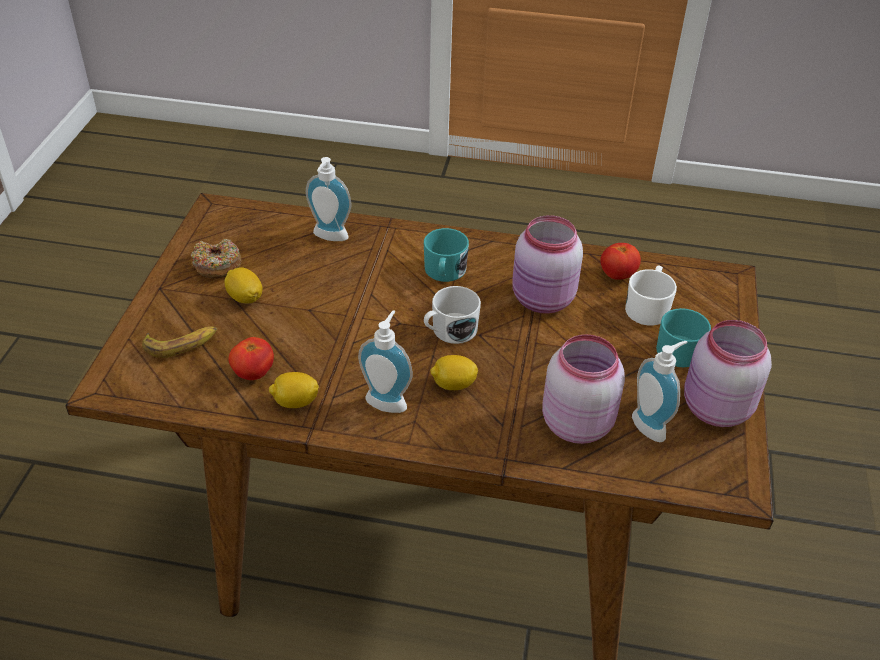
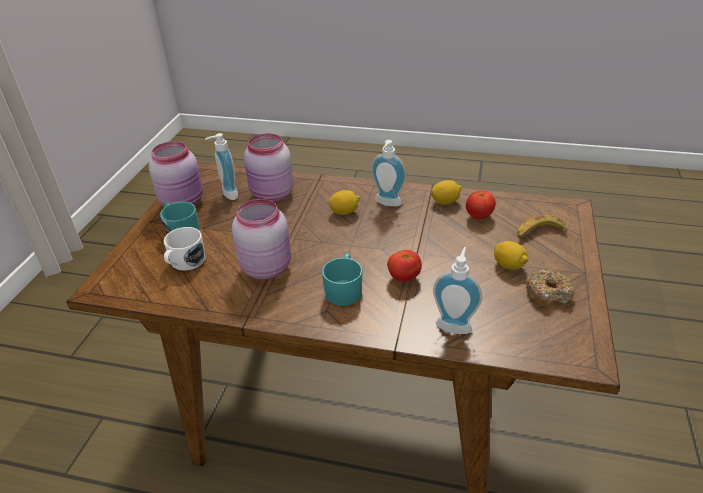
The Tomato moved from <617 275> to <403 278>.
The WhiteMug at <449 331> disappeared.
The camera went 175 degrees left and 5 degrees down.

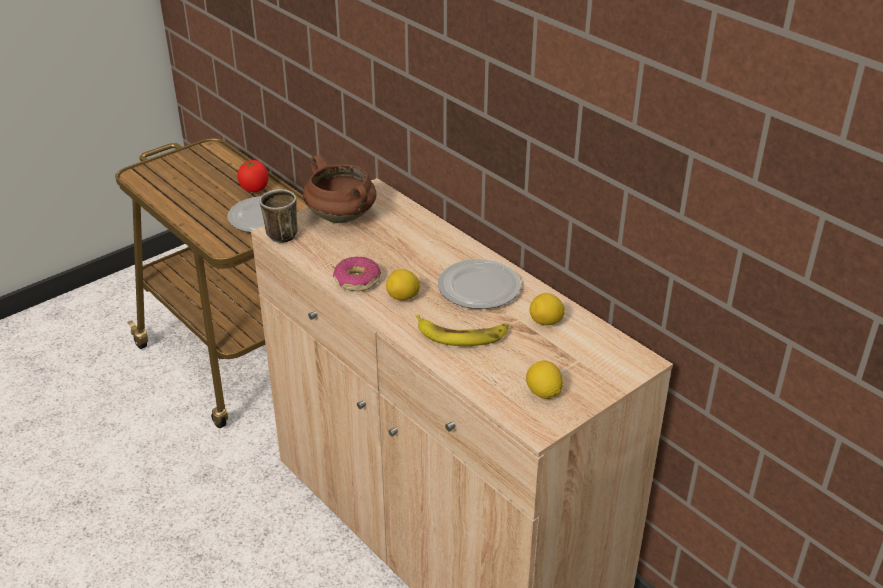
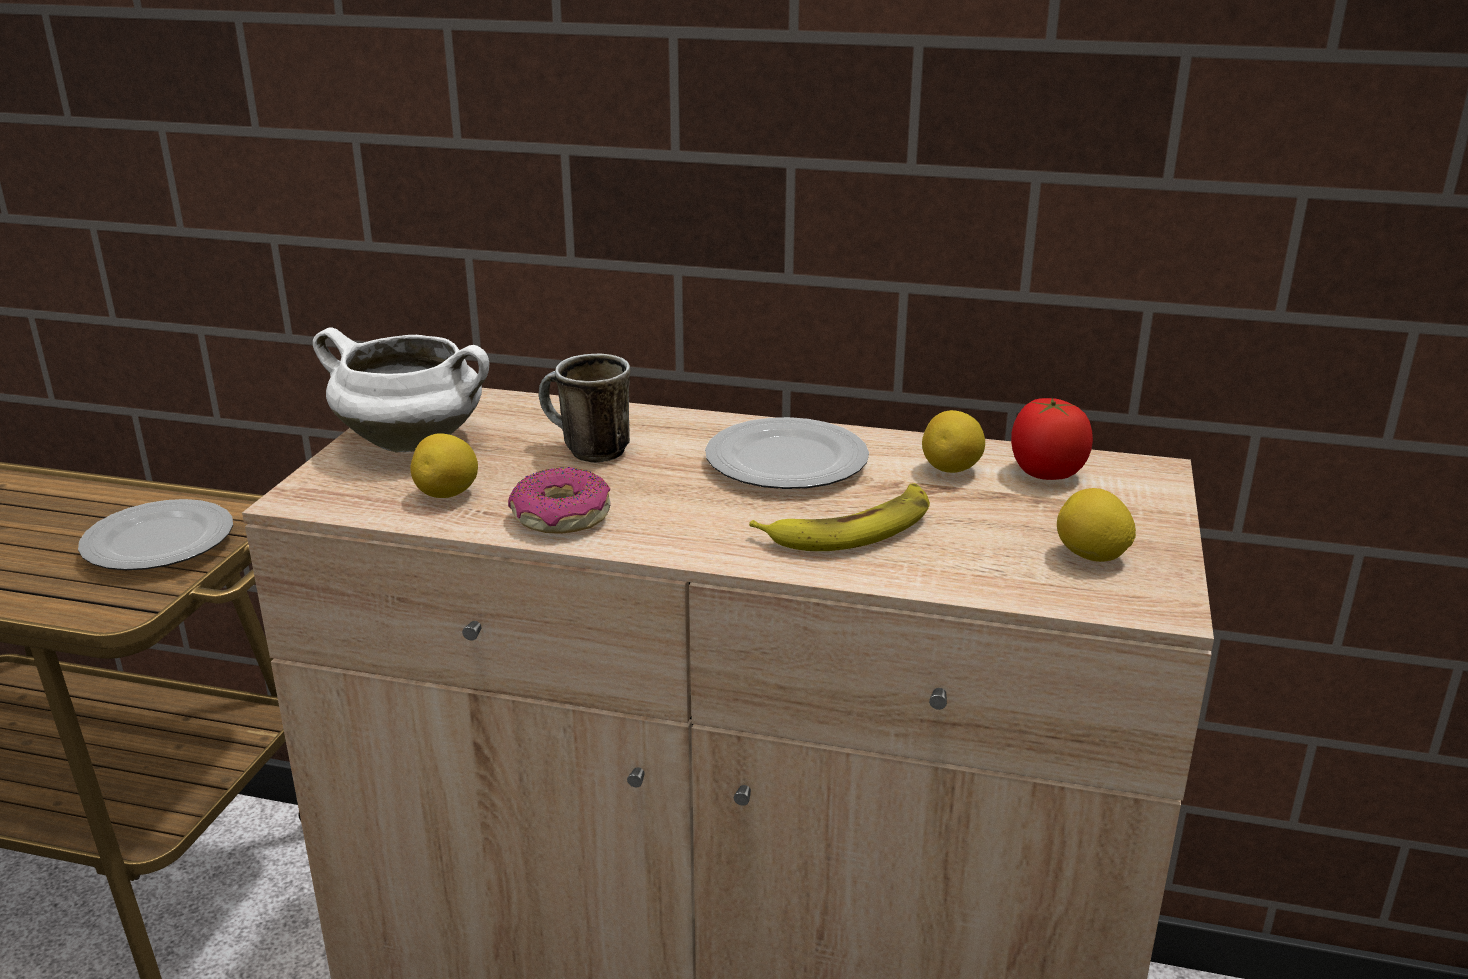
The BrownCookingPot at <343 217> became the WhiteCookingPot at <414 442>.
The Tomato moved from <254 189> to <1046 474>.
The Mug moved from <278 234> to <585 451>.
The Lemon moved from <403 297> to <448 495>.
The camera went 35 degrees left and 10 degrees down.

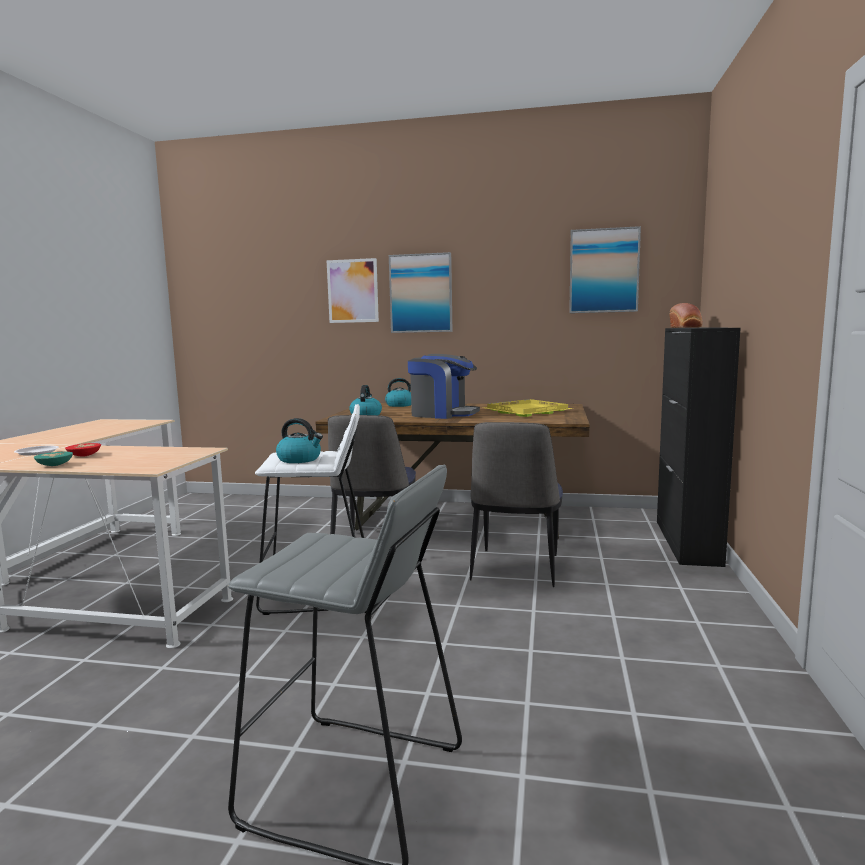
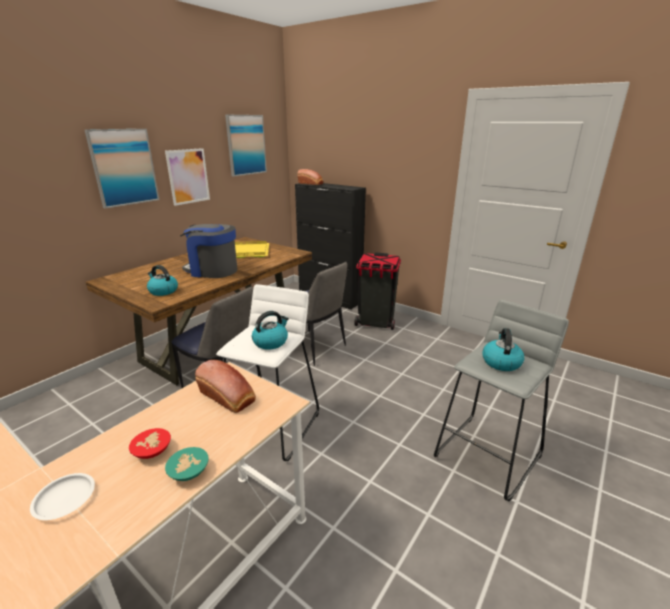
The Picture moved from <352 291> to <188 176>.
The CoffeeMachine at <442 414> turned 120 degrees counterclockwise.
The Kettle moved from <400 405> to <501 362>.
The BlackTrashCan at <376 323> appeared.
The Bread at <228 397> appeared.
The camera went 65 degrees left and 15 degrees up.

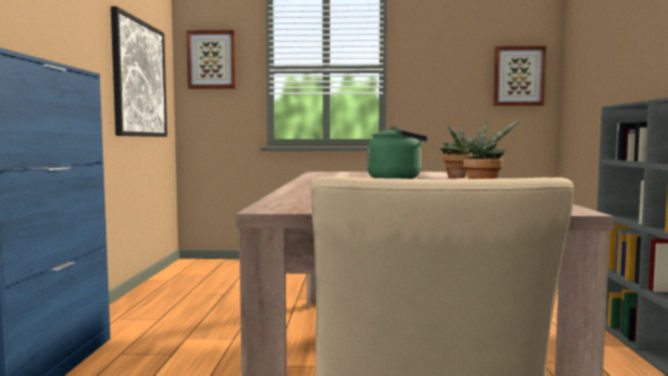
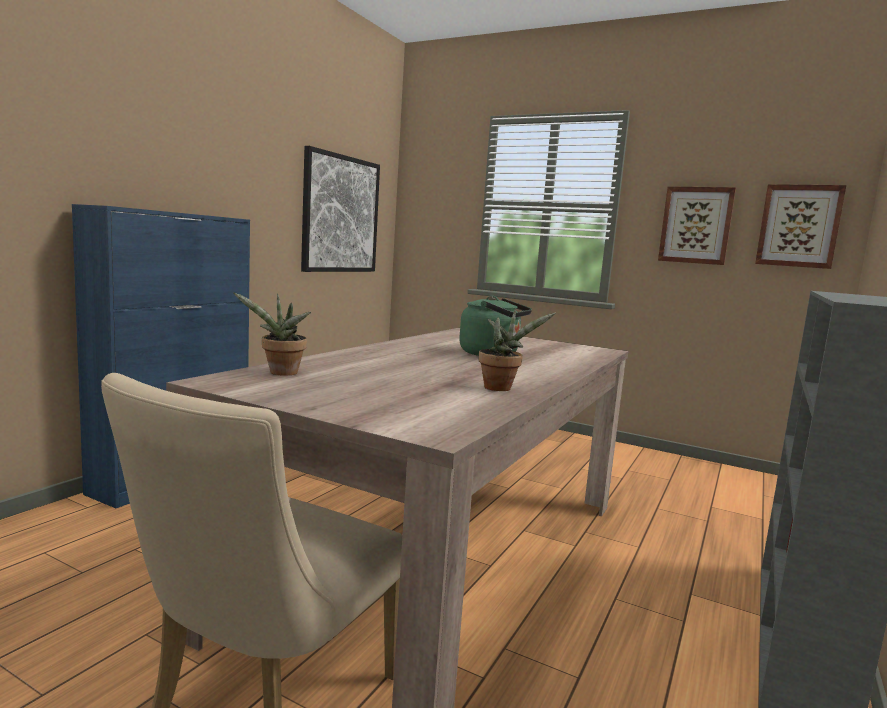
The Picture moved from <212 60> to <696 225>.
The PottedPlant moved from <457 177> to <280 373>.
The camera went 25 degrees right and 5 degrees up.

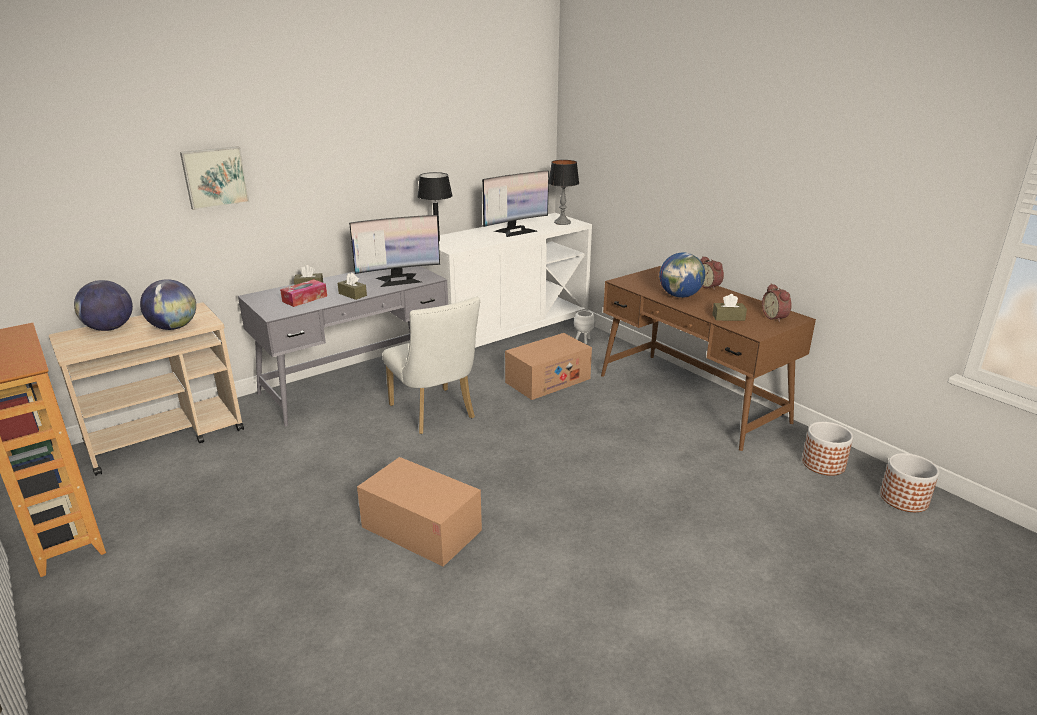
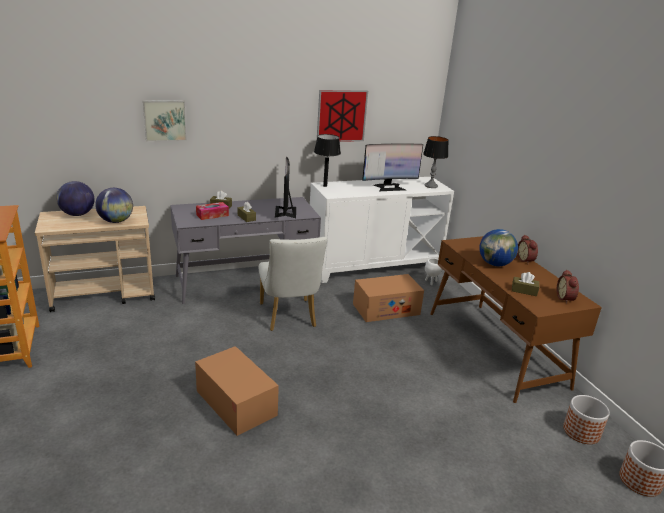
The Monitor at <398 280> turned 90 degrees clockwise.
The Picture at <341 116> appeared.
The camera went 15 degrees right and 0 degrees up.

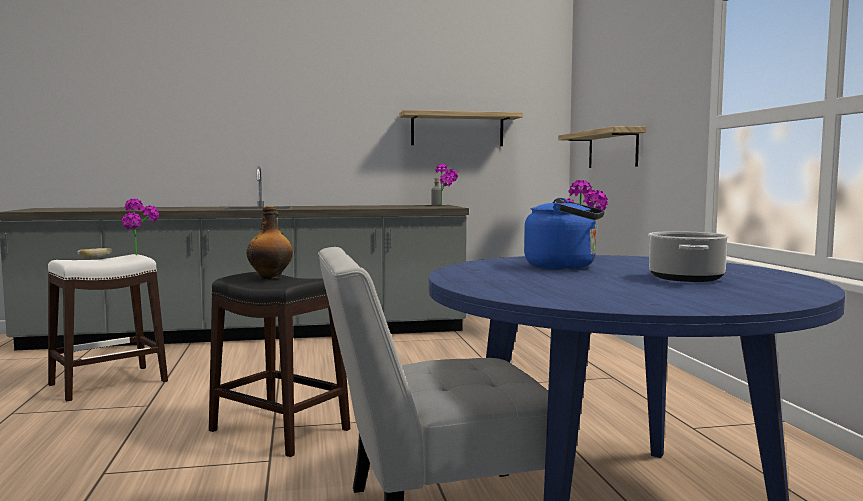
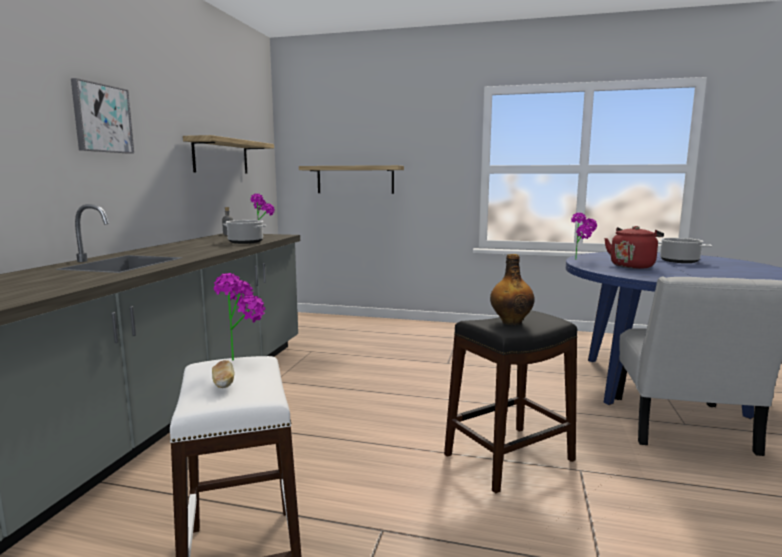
The BlueKettle at <565 267> became the RedKettle at <632 266>.
The Picture at <101 118> appeared.
The CookingPot at <245 242> appeared.
The camera went 65 degrees left and 5 degrees up.

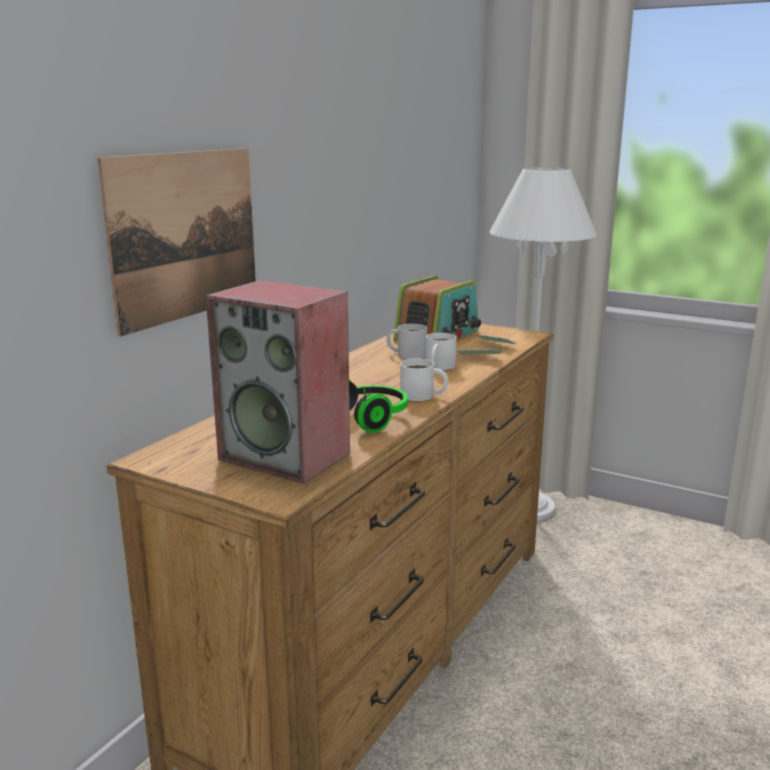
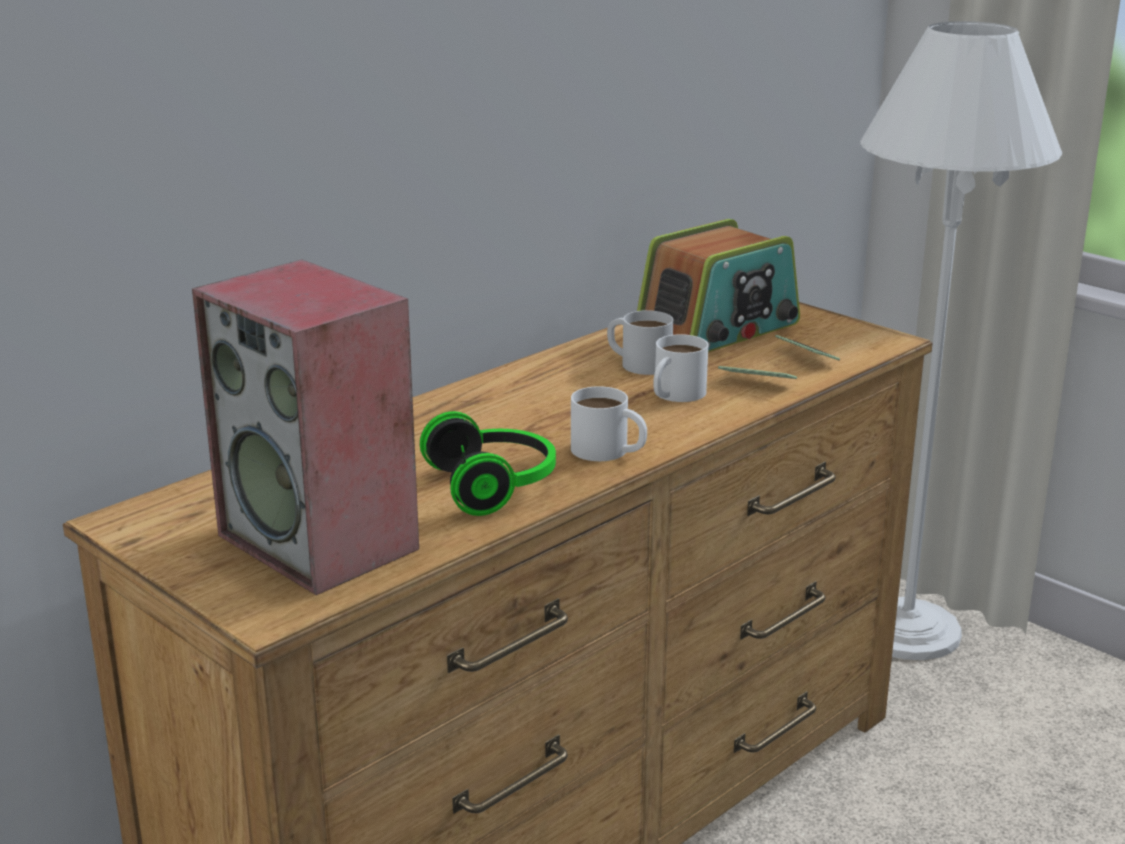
The Picture at <186 235> disappeared.
The camera went 15 degrees right and 5 degrees up.

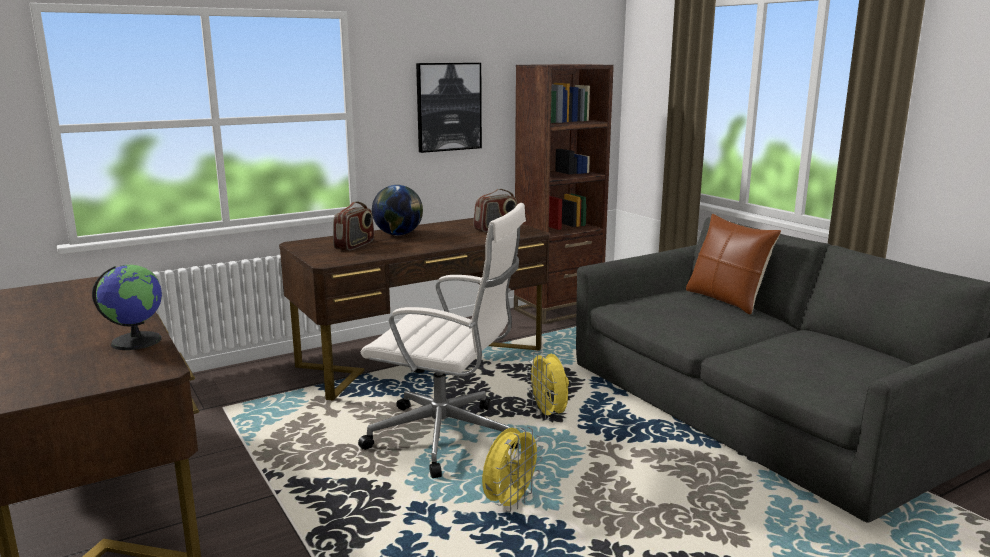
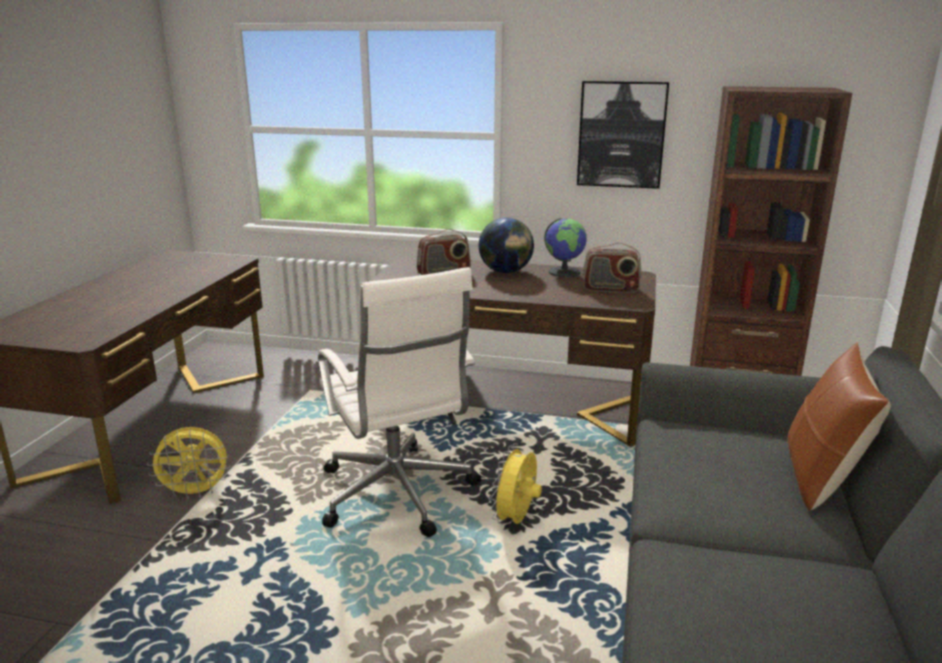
The Globe moved from <136 341> to <564 272>.
The YellowFan moved from <510 503> to <196 492>.
The camera went 45 degrees right and 5 degrees up.

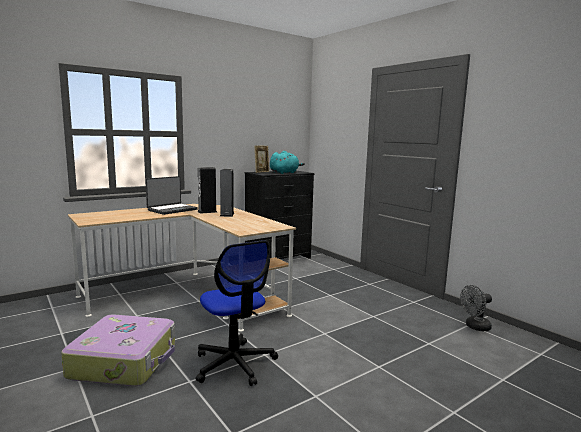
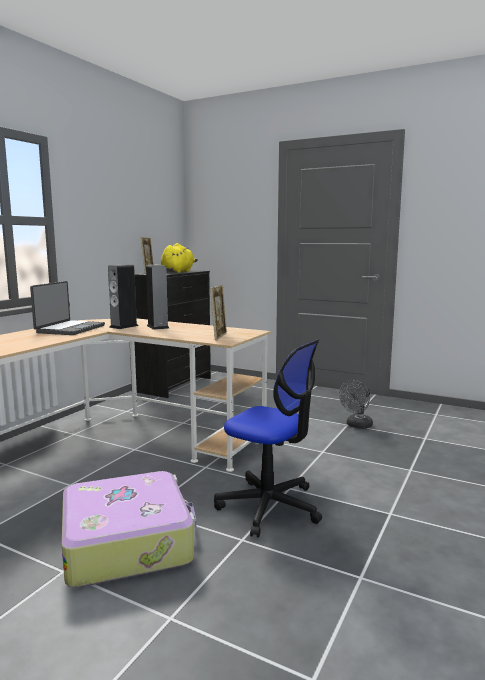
The TurquoisePlushToy at <285 173> became the YellowPlushToy at <178 272>.
The GreyFan moved from <475 327> to <357 426>.
The PictureFrame at <219 337> appeared.
The camera went 25 degrees left and 0 degrees up.

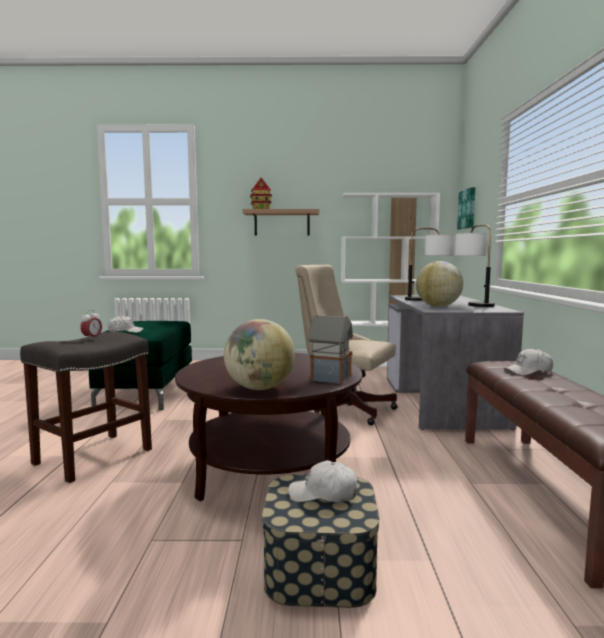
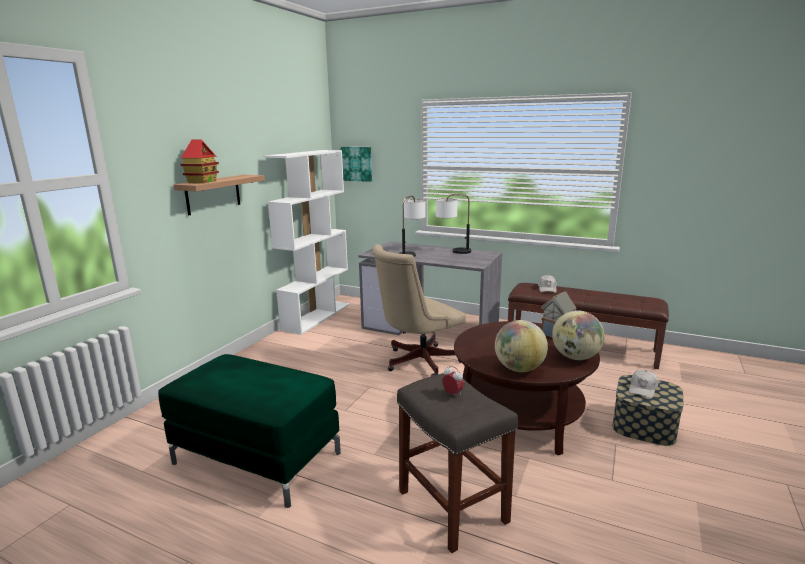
The Globe moved from <438 306> to <519 369>.
The WhiteCap at <125 331> disappeared.
The camera went 65 degrees left and 10 degrees up.

